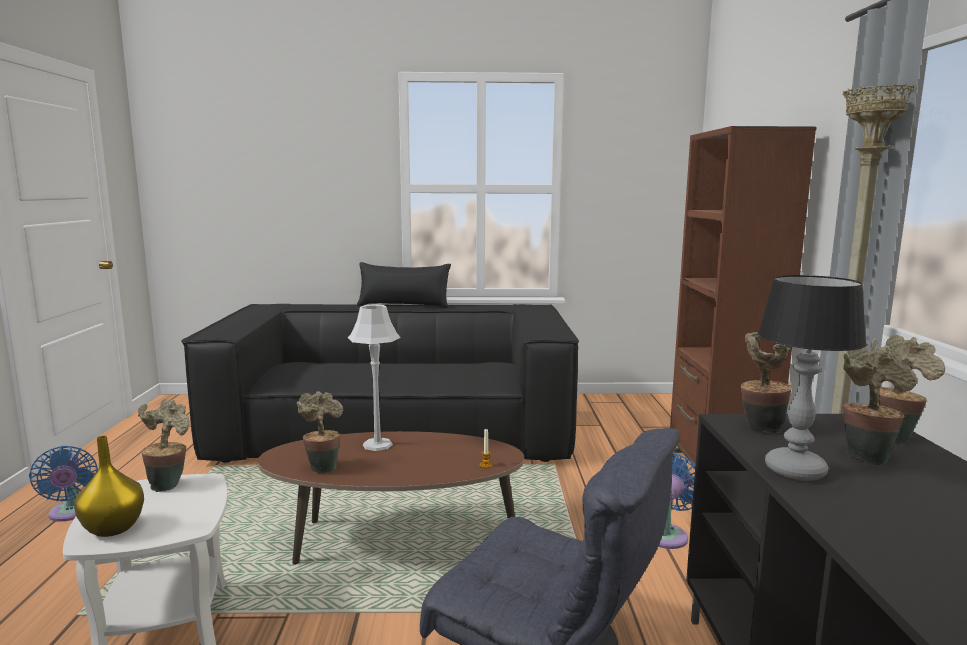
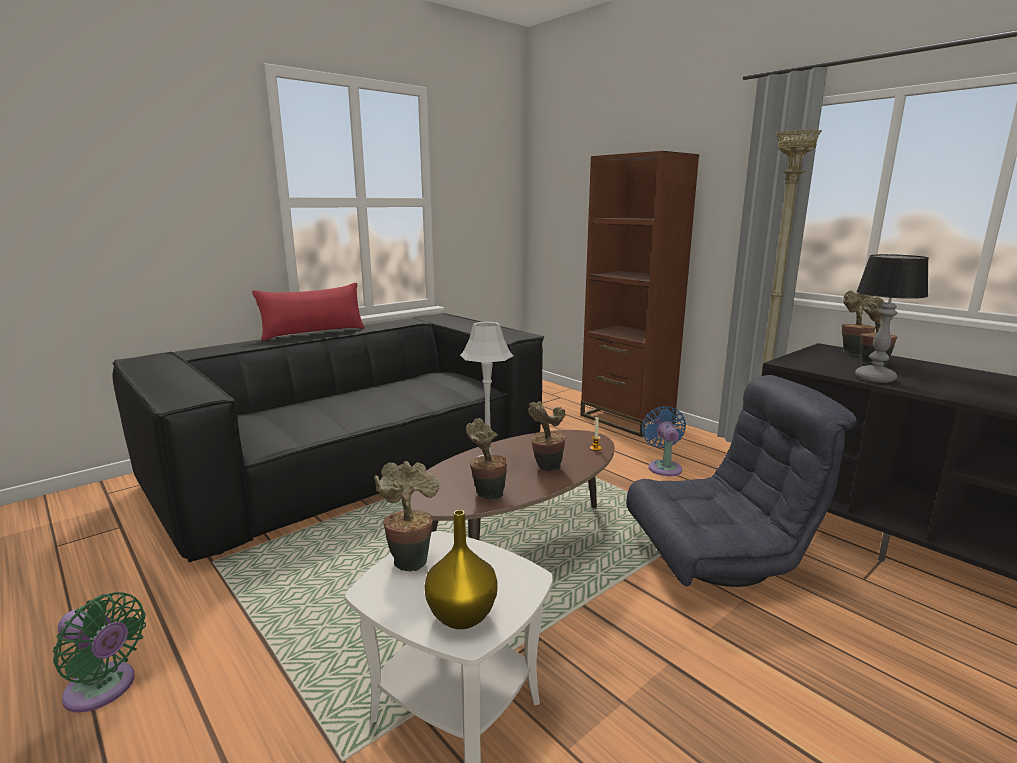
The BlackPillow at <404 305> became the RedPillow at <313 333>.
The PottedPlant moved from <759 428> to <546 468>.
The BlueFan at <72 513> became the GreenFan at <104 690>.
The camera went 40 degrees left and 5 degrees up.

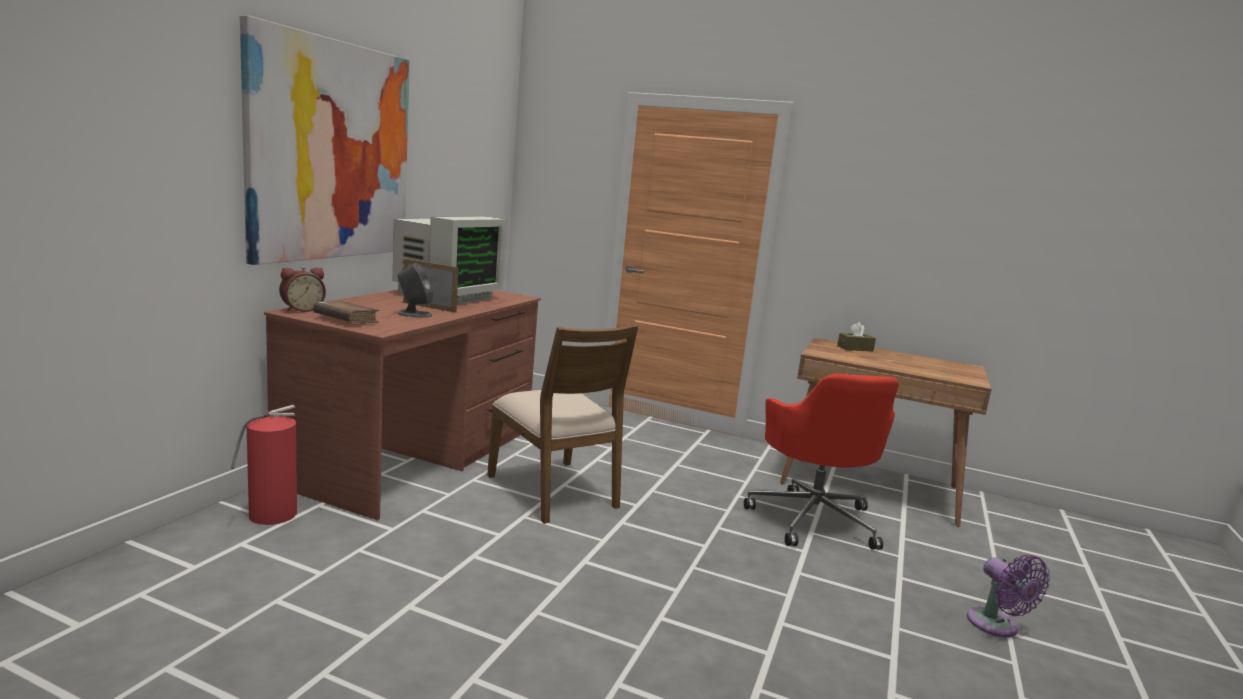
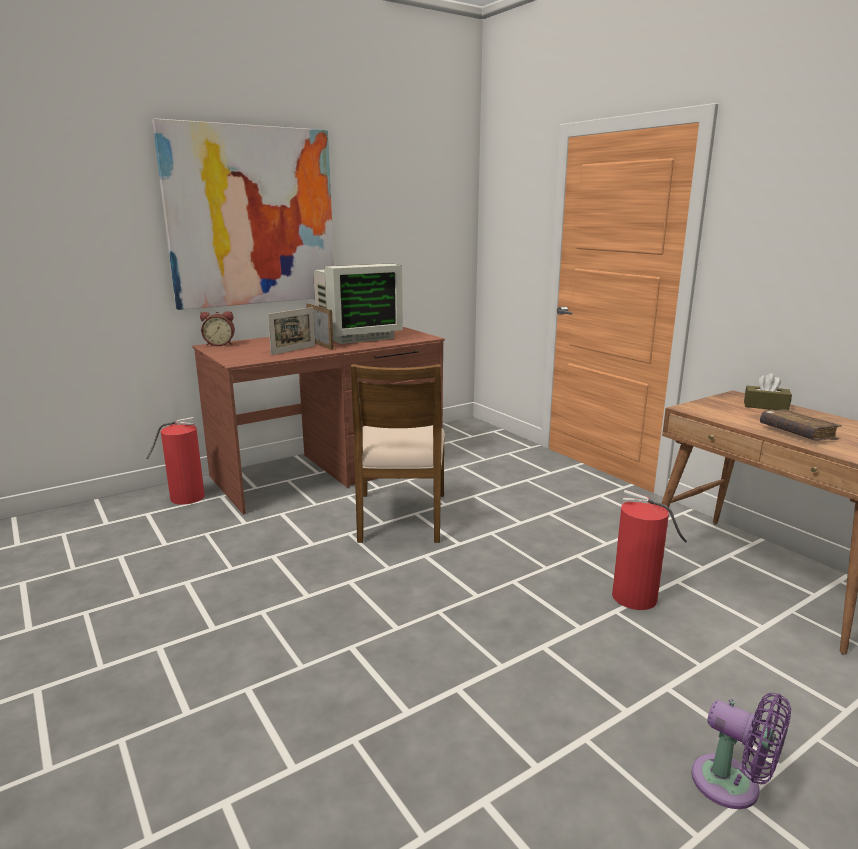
The GreySpeaker at <414 314> was replaced by the PictureFrame at <293 350>.
The BrownBook moved from <346 320> to <797 433>.
The RedOfficeChair at <813 519> was replaced by the FireExtinguisher at <637 597>.
The PurpleFan at <996 626> turned 60 degrees counterclockwise.
The camera went 35 degrees right and 5 degrees up.

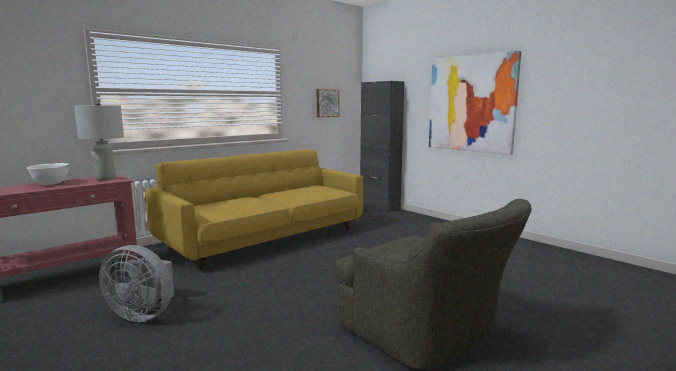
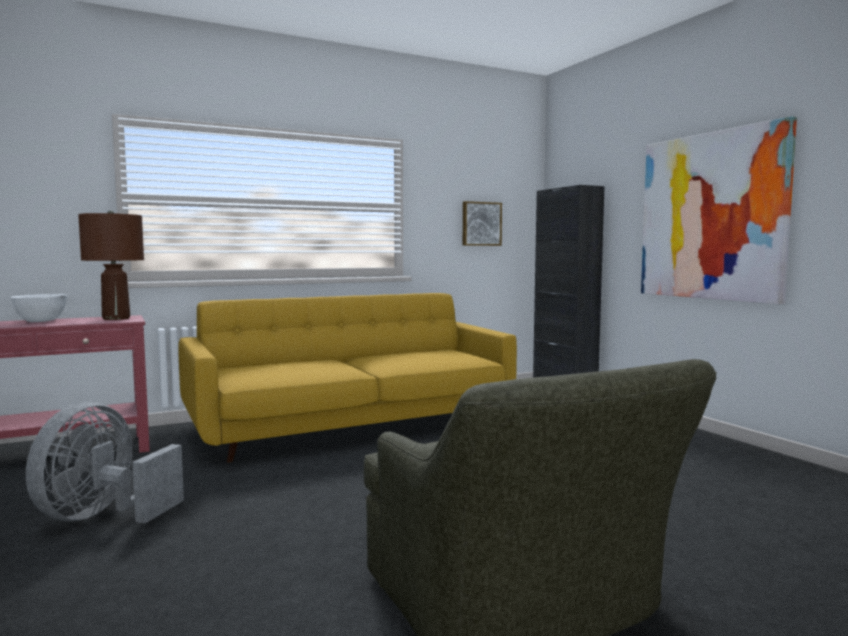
The GreyTableLamp at <105 178> became the BrownTableLamp at <116 318>.
The GreyFan at <143 314> turned 75 degrees clockwise.
The camera went 15 degrees right and 5 degrees down.

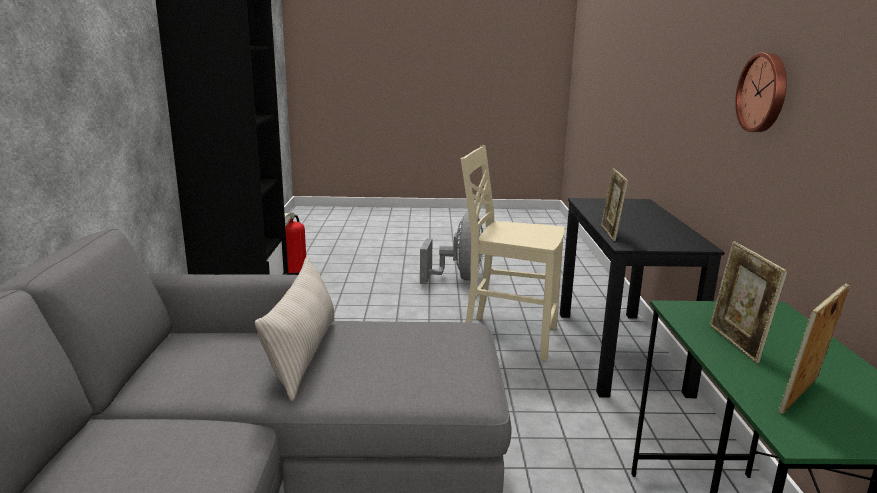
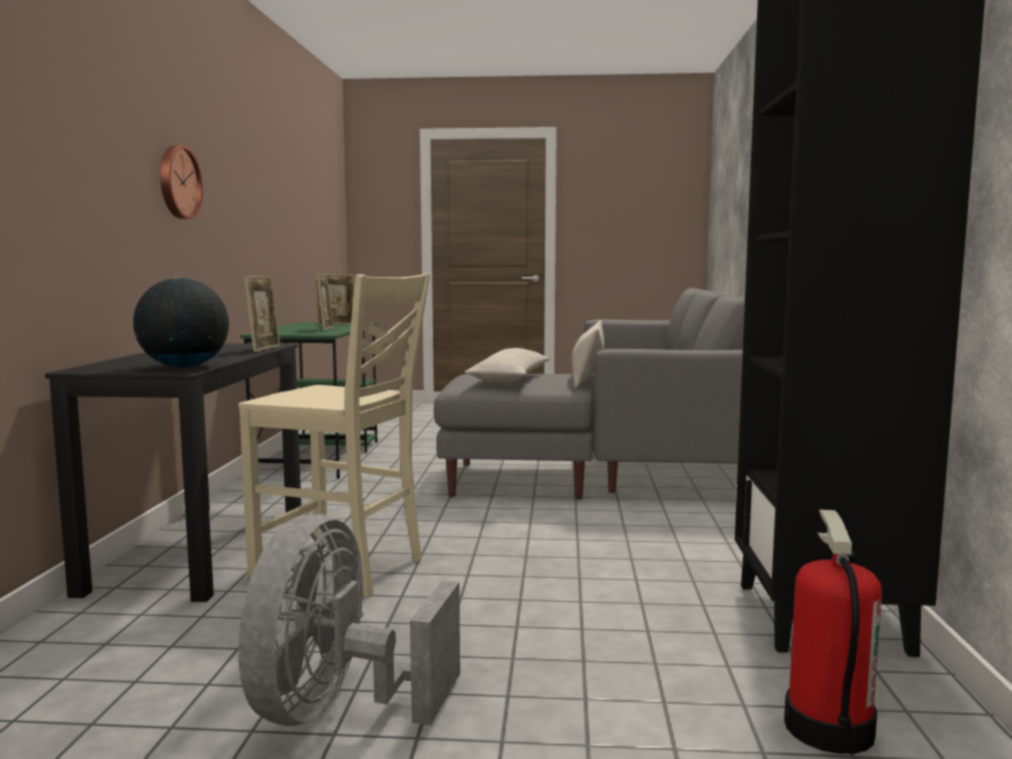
The Globe at <183 367> appeared.
The BeigePillow at <510 379> appeared.
The camera went 175 degrees left and 10 degrees down.

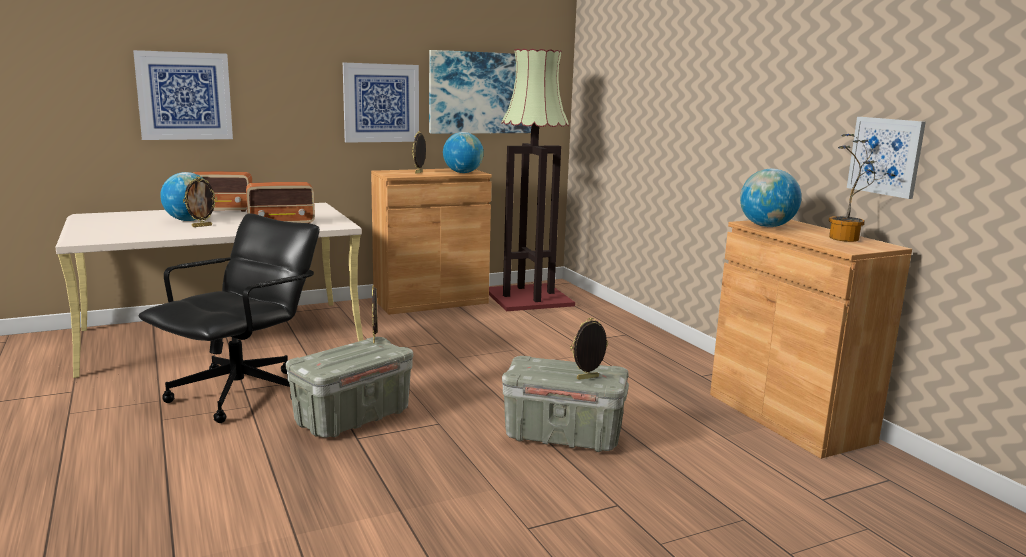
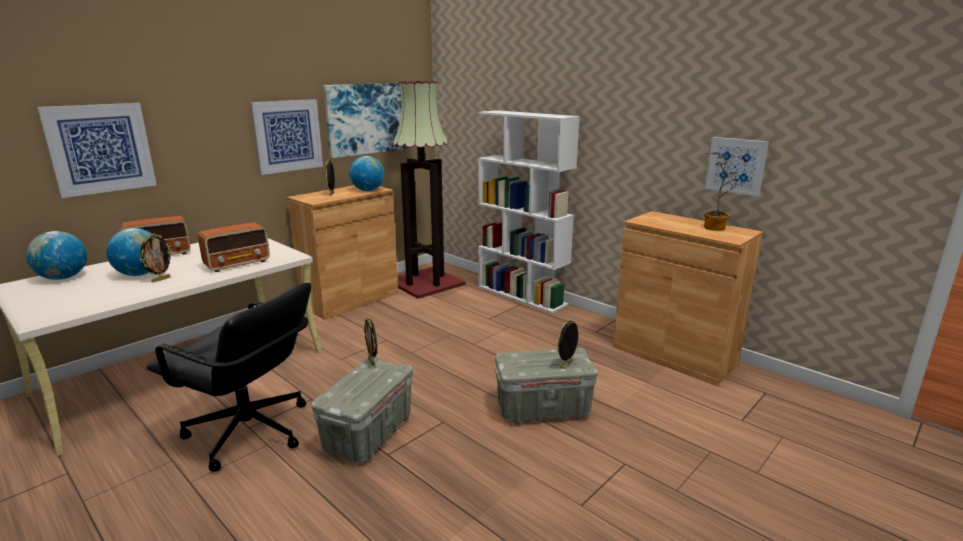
The Globe moved from <766 226> to <63 278>.
The BlackOfficeChair at <241 393> turned 105 degrees clockwise.
The WhiteBookcase at <522 295> appeared.
The camera went 20 degrees left and 5 degrees up.

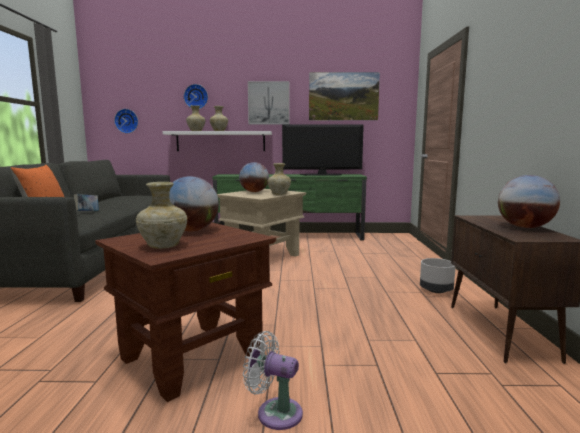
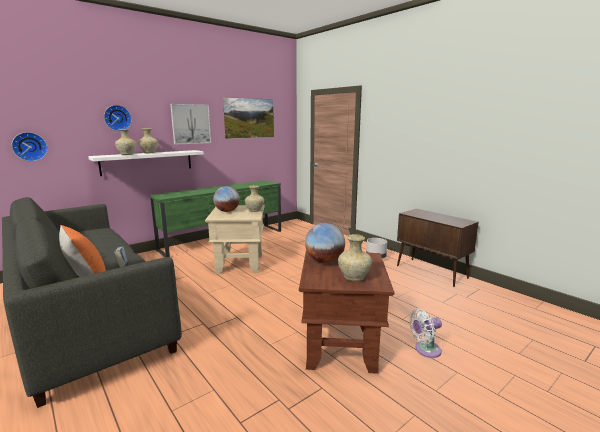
The Television at <322 175> disappeared.
The Globe at <525 227> disappeared.
The camera went 40 degrees left and 5 degrees up.

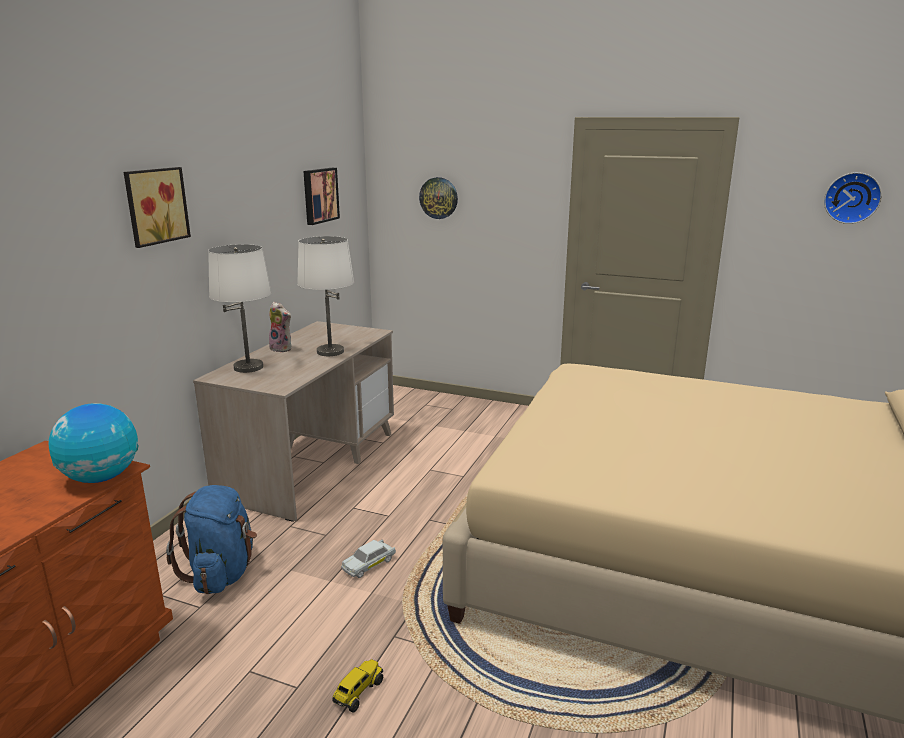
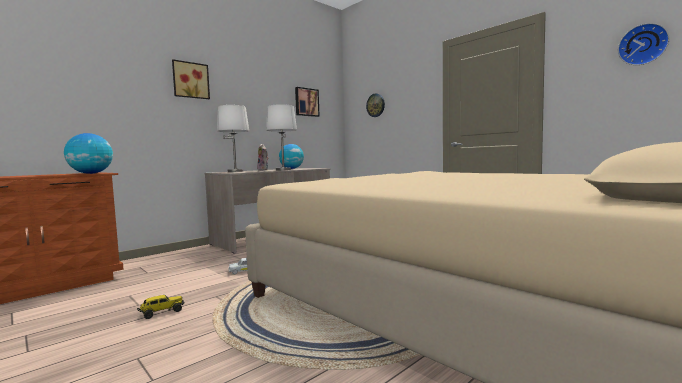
The BlueBackpack at <221 573> disappeared.
The Globe at <291 168> appeared.
The camera went 25 degrees right and 15 degrees down.

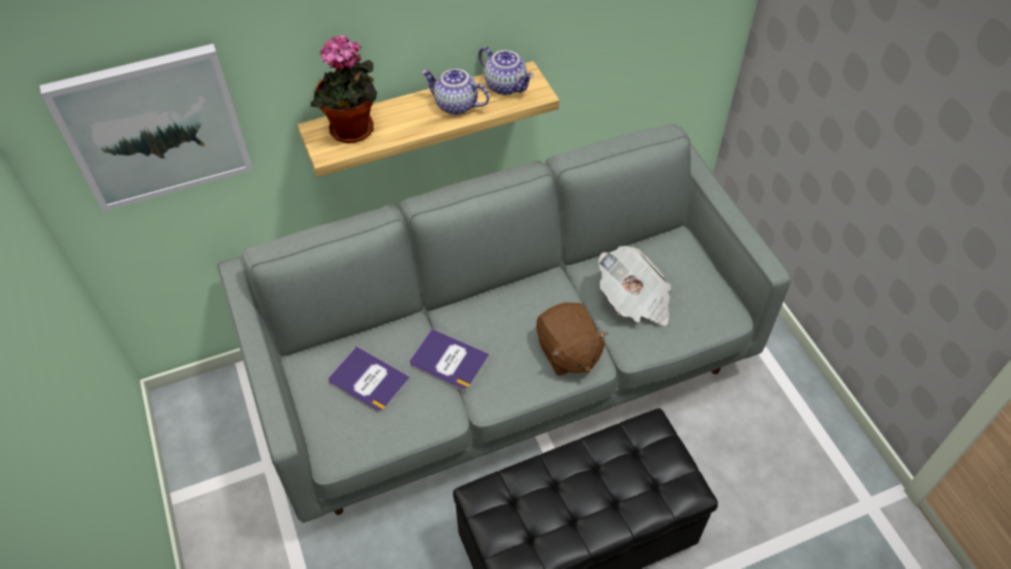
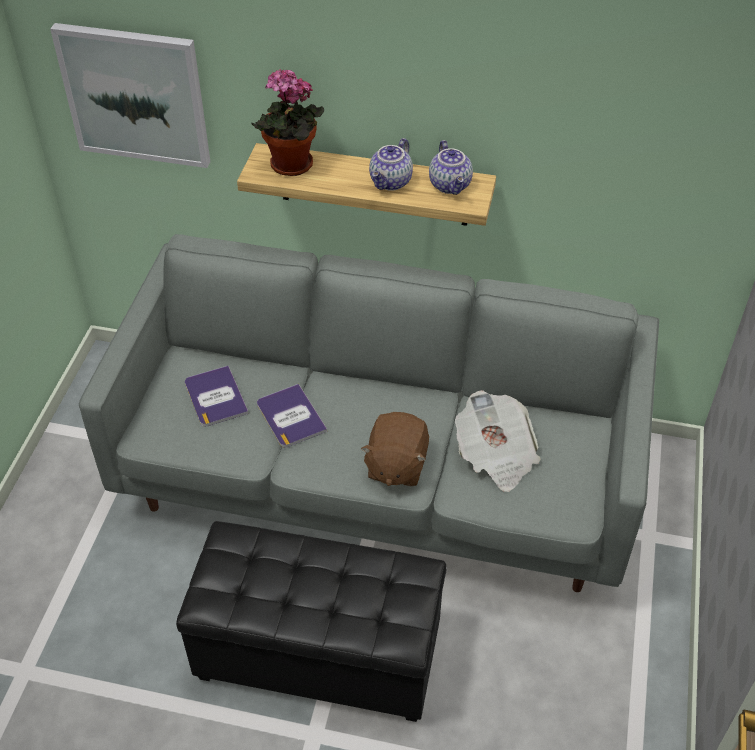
The Teapot at <455 106> turned 120 degrees counterclockwise.
The camera went 35 degrees right and 5 degrees down.

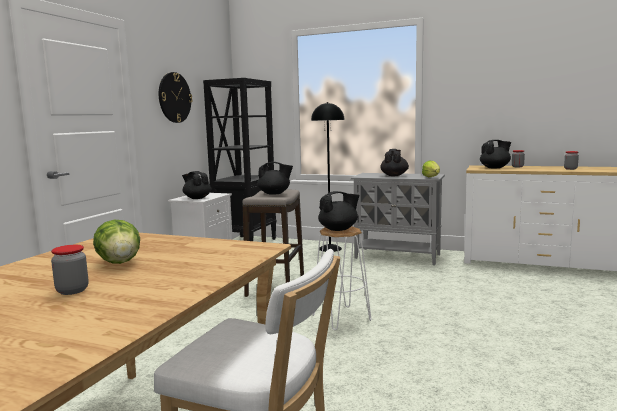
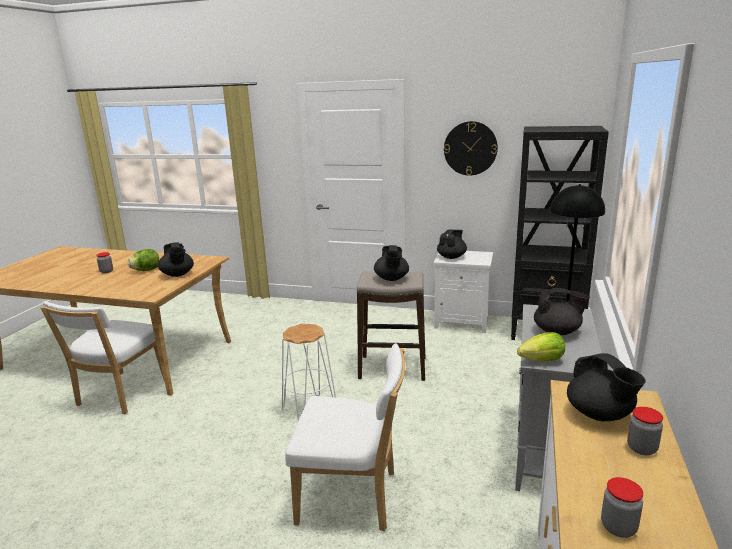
The BlackTeapot moved from <339 229> to <177 275>.
The WhiteChair at <352 498> appeared.
The camera went 85 degrees right and 10 degrees up.

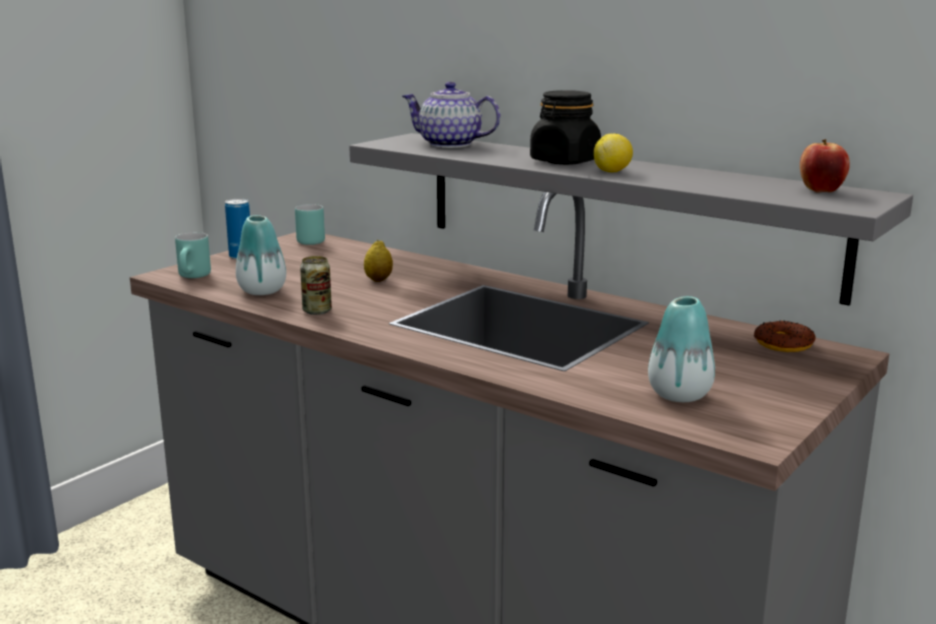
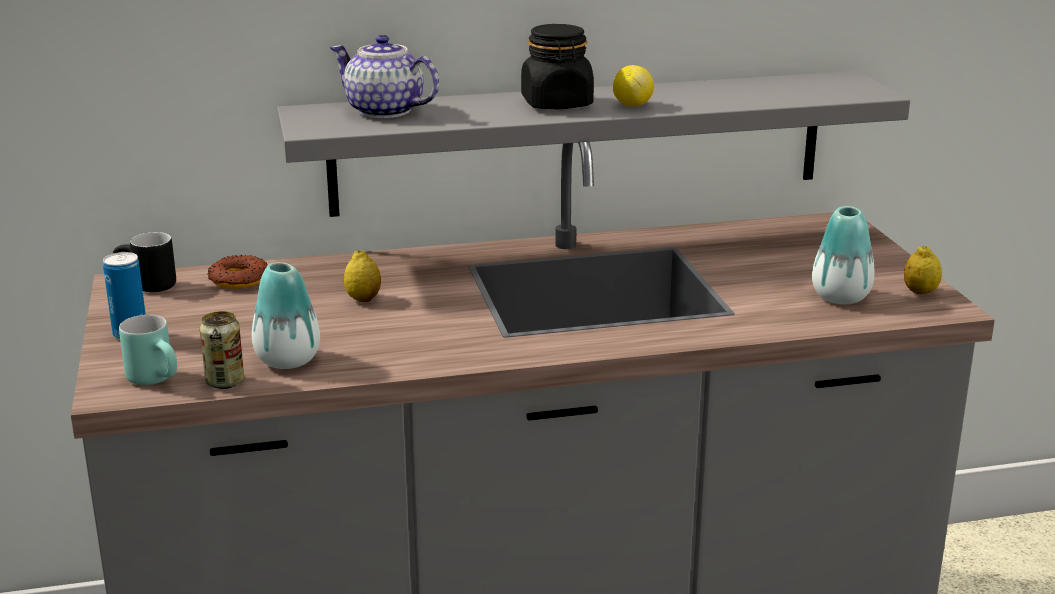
The Teapot at <450 144> turned 60 degrees clockwise.
The Apple at <822 191> disappeared.
The TurquoiseMug at <306 241> became the BlackMug at <145 287>.
The Can moved from <317 311> to <225 382>.
The Donut moved from <783 344> to <239 280>.
The Lemon at <920 292> appeared.
The camera went 50 degrees left and 5 degrees up.

